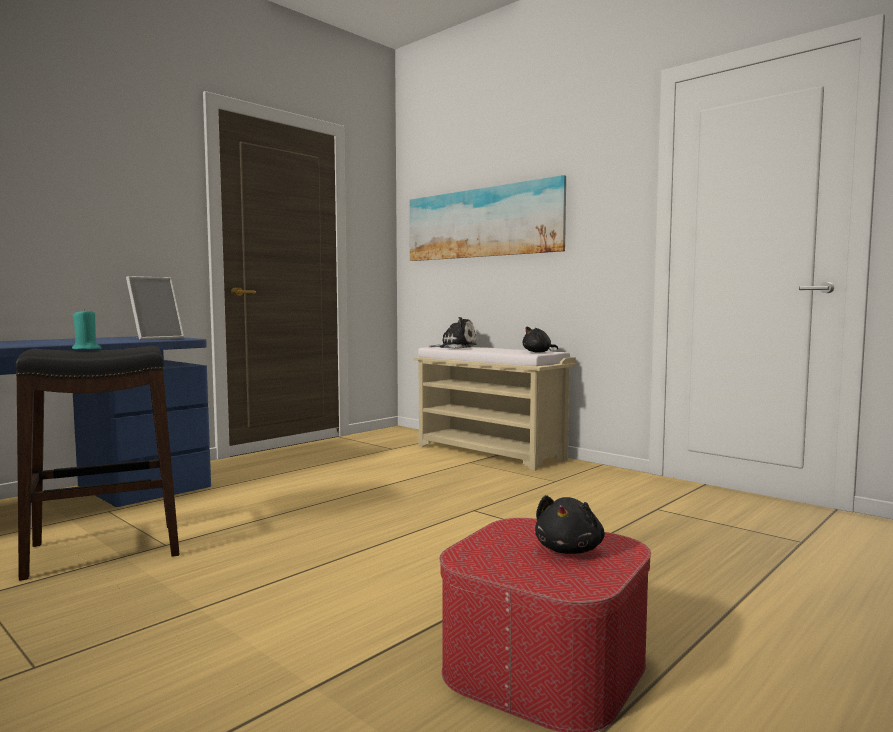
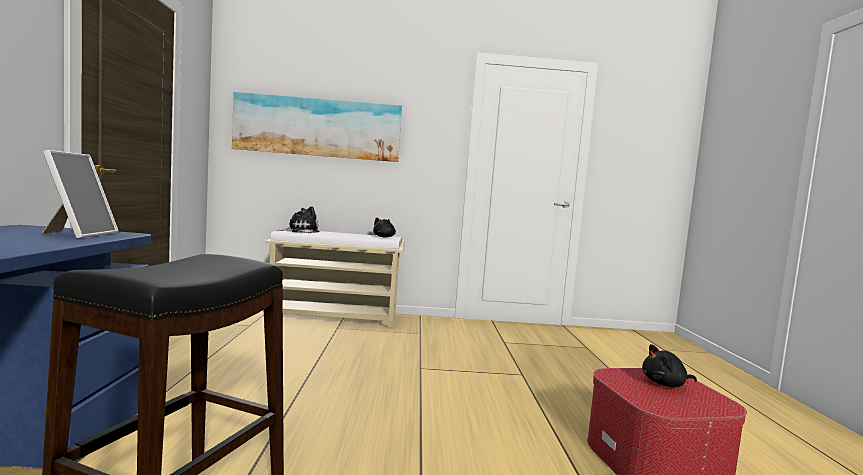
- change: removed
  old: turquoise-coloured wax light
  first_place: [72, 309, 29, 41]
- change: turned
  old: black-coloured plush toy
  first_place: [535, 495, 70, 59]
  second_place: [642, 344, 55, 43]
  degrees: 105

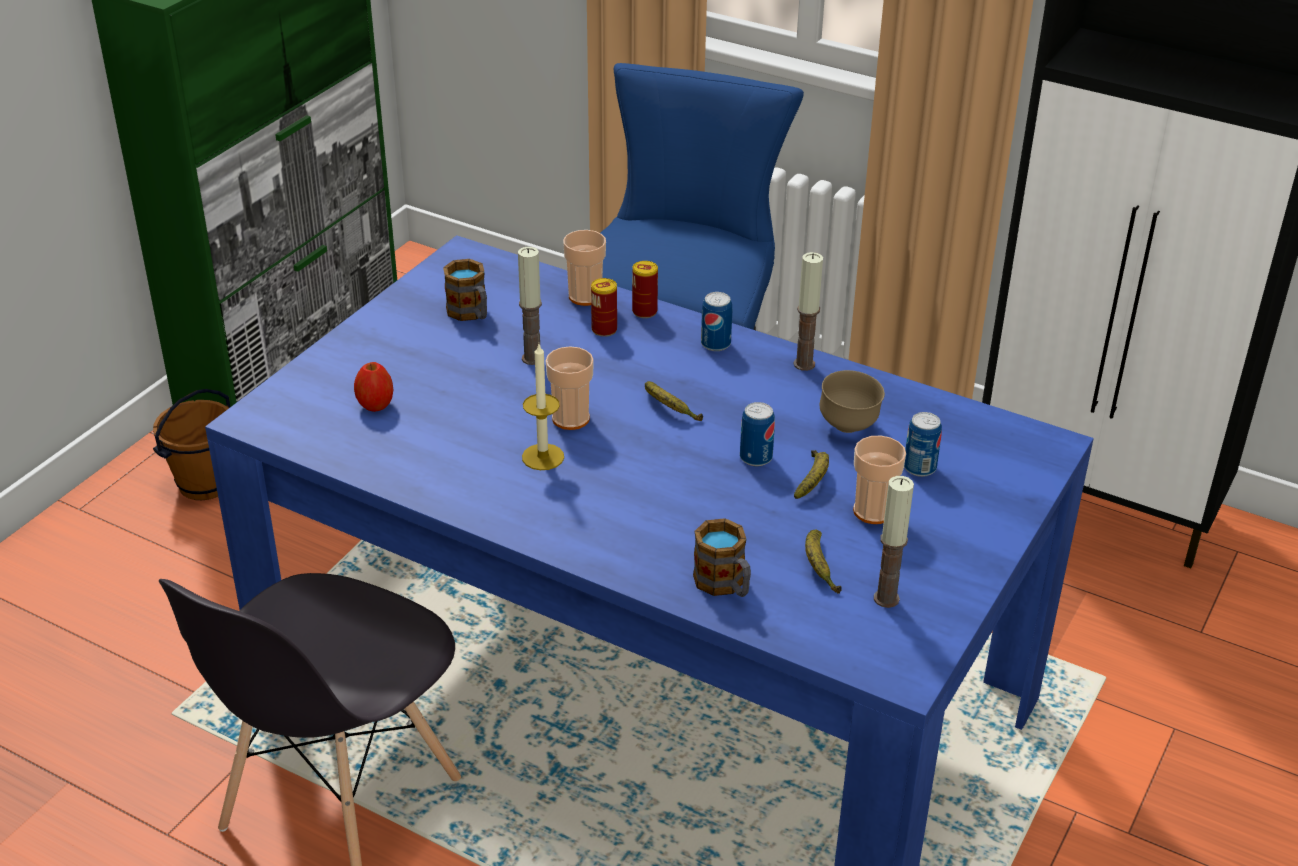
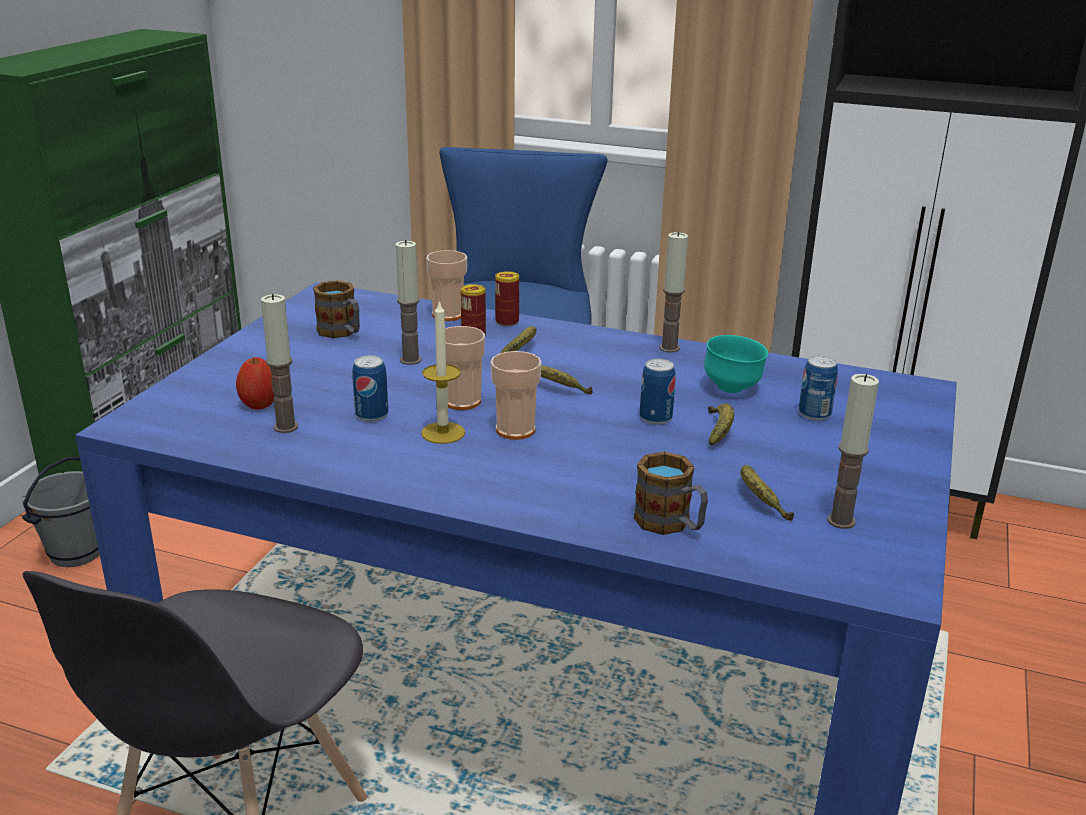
- change: added
  new: wax light
  second_place: [261, 294, 37, 139]
- change: added
  new: whole banana
  second_place: [501, 326, 36, 27]
- change: moved
  old: can
  first_place: [701, 292, 31, 59]
  second_place: [352, 355, 36, 67]
- change: moved
  old: cup
  first_place: [853, 436, 53, 88]
  second_place: [491, 351, 51, 89]
- change: recoloured
  old: brown bucket
  new: greyish bucket
  first_place: [153, 389, 77, 111]
  second_place: [22, 456, 78, 111]
- change: recoloured
  old: brown serving bowl
  new: turquoise-coloured serving bowl
  first_place: [820, 370, 65, 63]
  second_place: [704, 335, 64, 58]

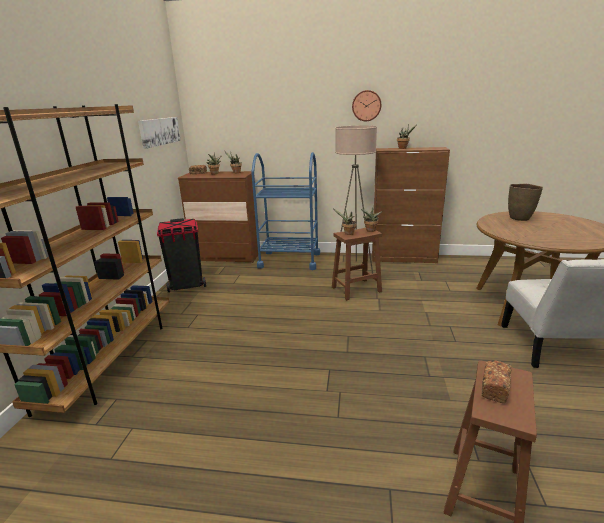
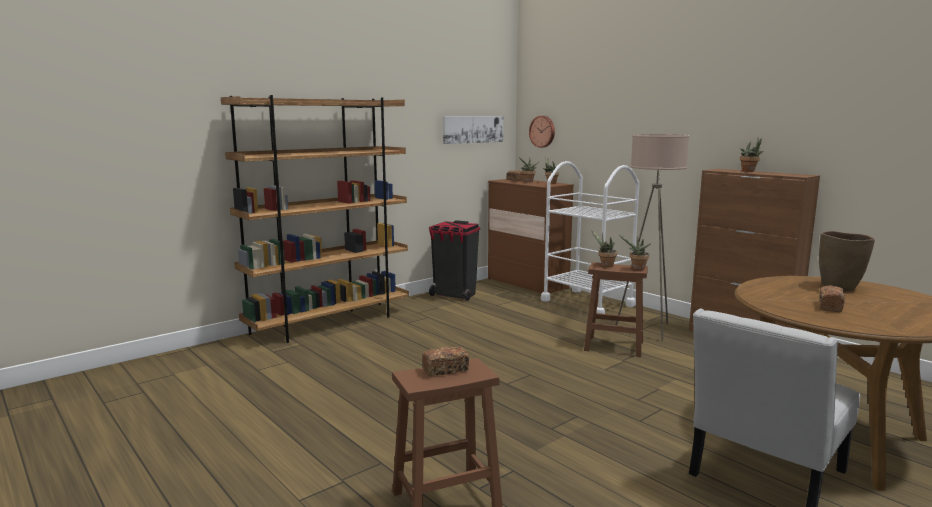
- change: added
  new: bakery bread
  second_place: [819, 285, 26, 27]
- change: moved
  old: clock on the wall
  first_place: [352, 90, 29, 31]
  second_place: [529, 116, 26, 32]
- change: recoloured
  old: blue cart
  new: white-coloured cart
  first_place: [251, 152, 69, 118]
  second_place: [541, 161, 99, 153]

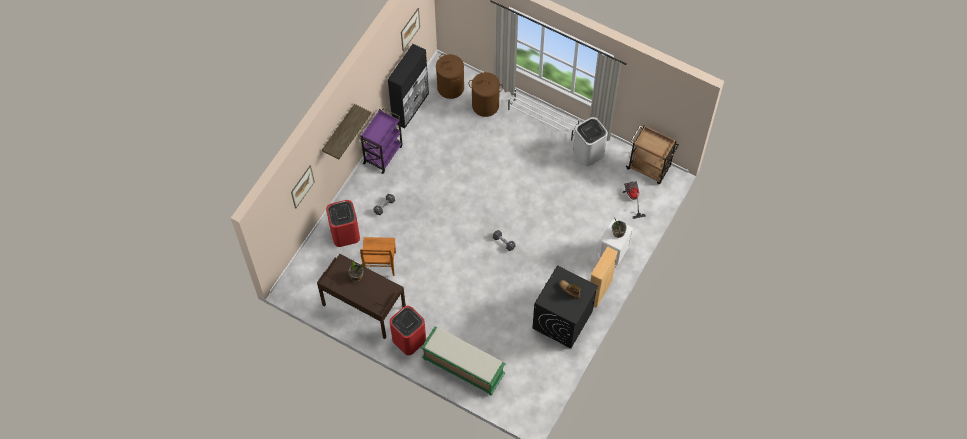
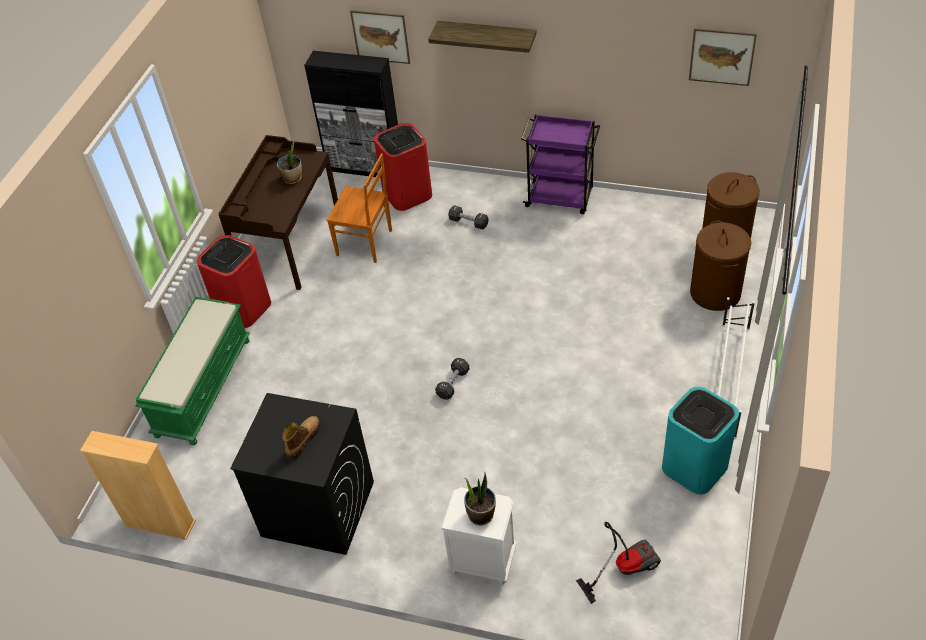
- change: removed
  old: brown cart
  first_place: [625, 125, 54, 59]
- change: moved
  old: black-coloured storage cabinet
  first_place: [388, 44, 41, 84]
  second_place: [304, 51, 94, 126]
- change: moved
  old: sand-coloured shelving unit
  first_place: [590, 246, 28, 62]
  second_place: [80, 431, 116, 109]
- change: recoloured
  old: white-coloured waste bin
  new: turquoise-coloured waste bin
  first_place: [573, 117, 35, 49]
  second_place: [662, 387, 77, 107]
- change: turned
  old: brown plain chair
  first_place: [360, 237, 36, 39]
  second_place: [327, 153, 65, 110]
  degrees: -150

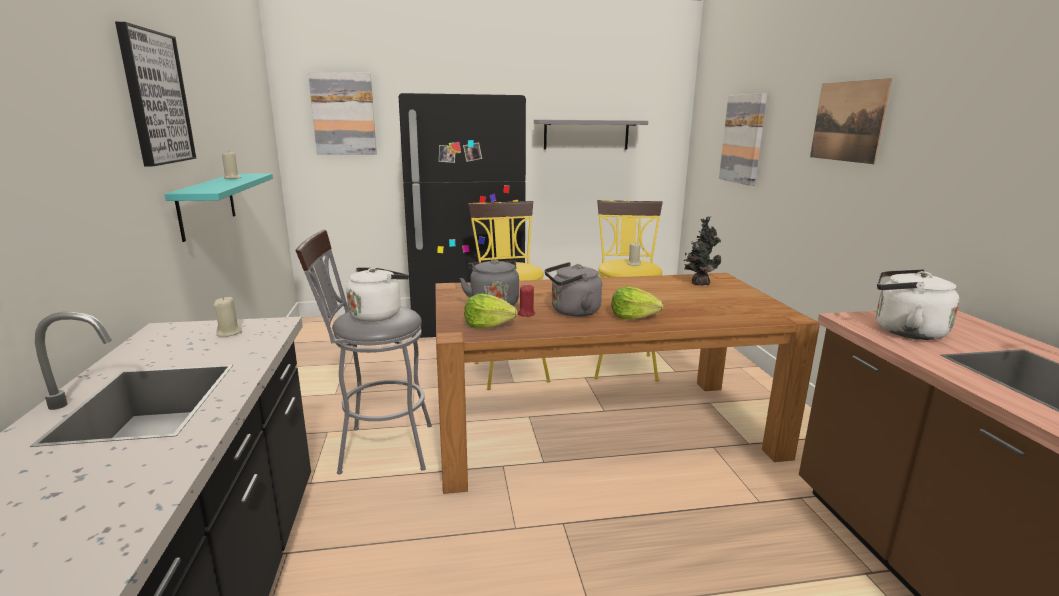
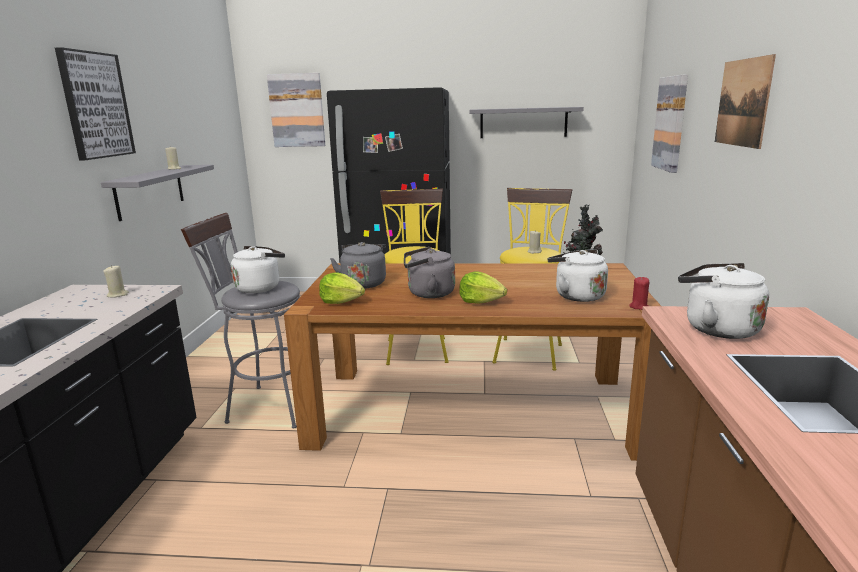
- change: added
  new: white-coloured water kettle
  second_place: [548, 249, 60, 53]
- change: moved
  old: reddish wax light
  first_place: [518, 285, 17, 32]
  second_place: [629, 277, 20, 33]
- change: recoloured
  old: turquoise-coloured wall shelf
  new: greyish wall shelf
  first_place: [165, 173, 108, 69]
  second_place: [101, 165, 113, 56]

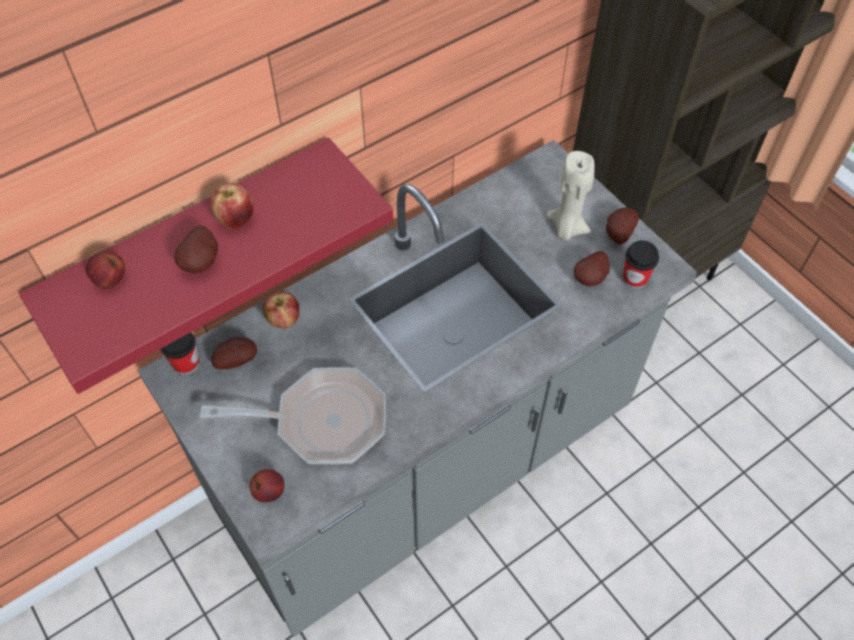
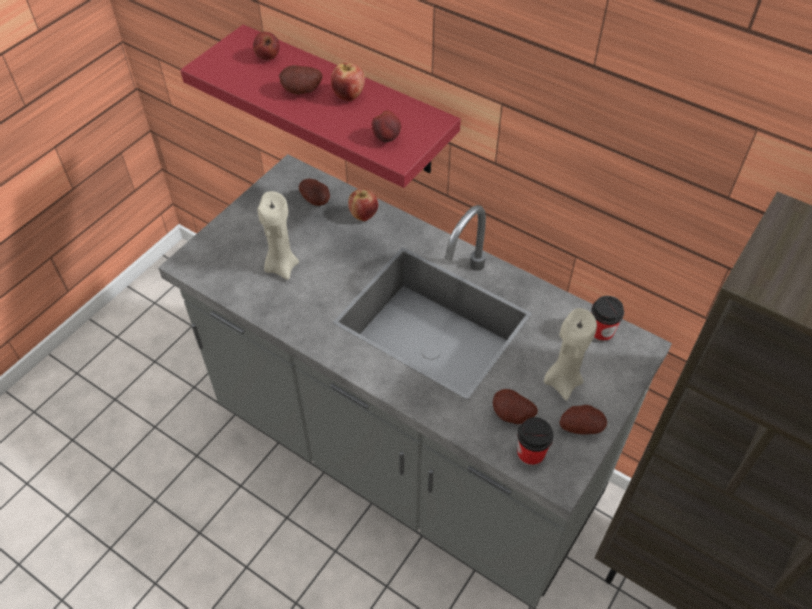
- change: moved
  old: cup
  first_place: [160, 332, 39, 43]
  second_place: [592, 296, 32, 47]
- change: moved
  old: apple fruit
  first_place: [250, 469, 35, 33]
  second_place: [372, 111, 29, 31]
- change: replaced
  old: frying pan
  new: sand-coloured wax light
  first_place: [200, 367, 186, 97]
  second_place: [257, 191, 42, 89]

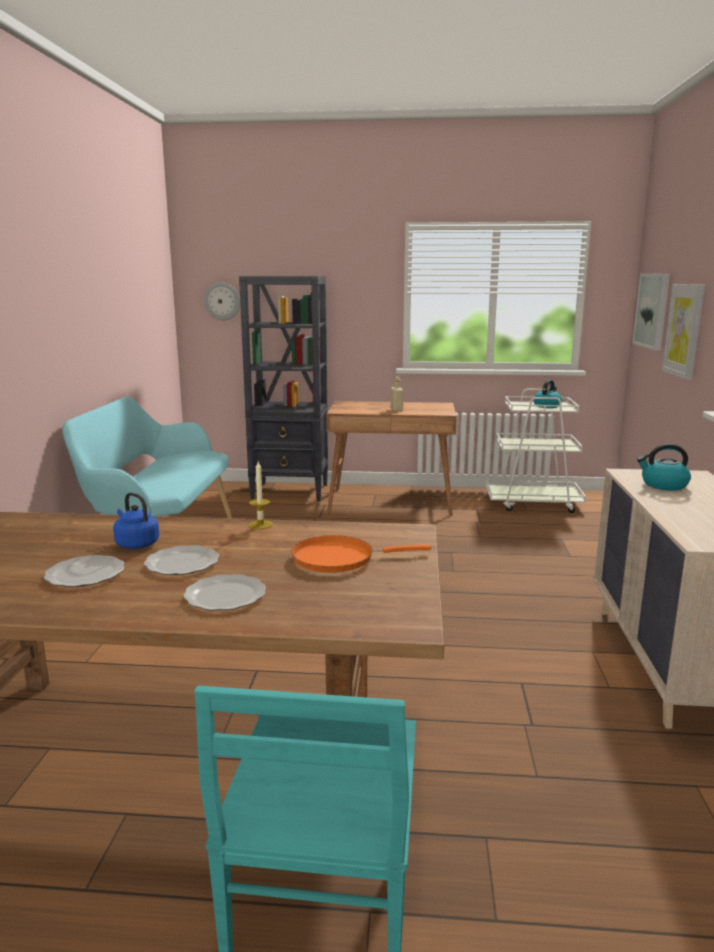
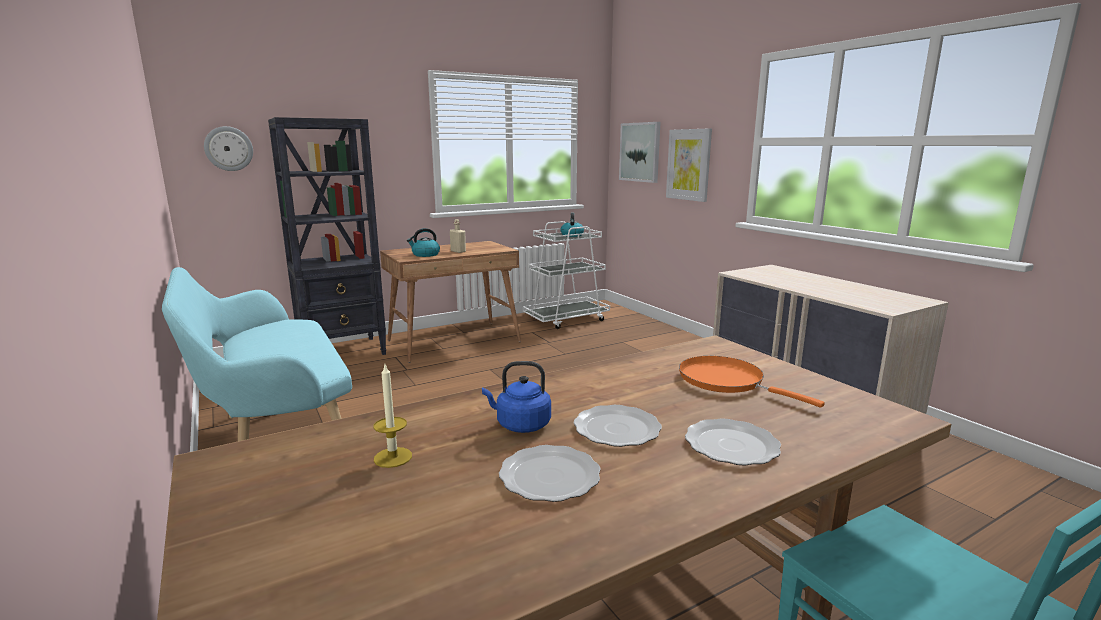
- change: moved
  old: wax light
  first_place: [248, 462, 25, 67]
  second_place: [373, 365, 39, 103]
- change: moved
  old: water kettle
  first_place: [637, 444, 54, 46]
  second_place: [407, 228, 33, 29]
- change: turned
  old: orangey frying pan
  first_place: [291, 535, 140, 38]
  second_place: [679, 356, 146, 52]
  degrees: 90

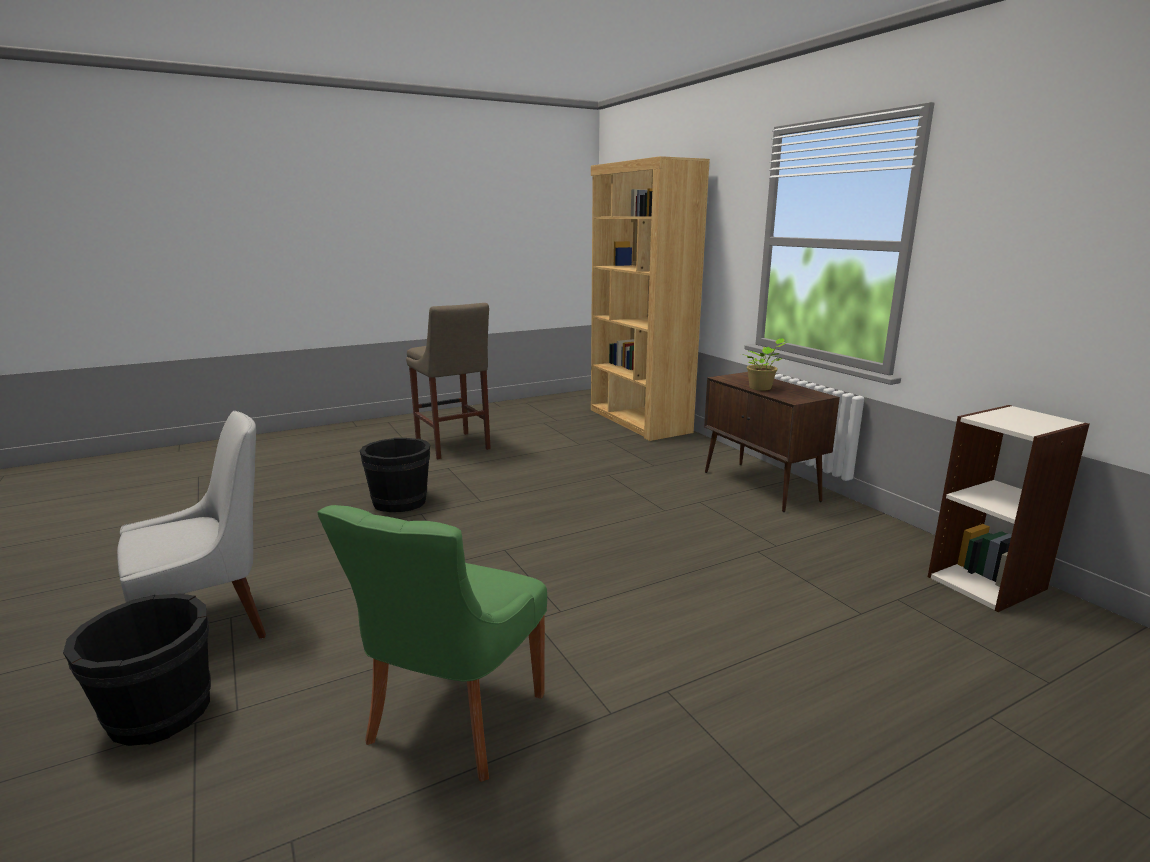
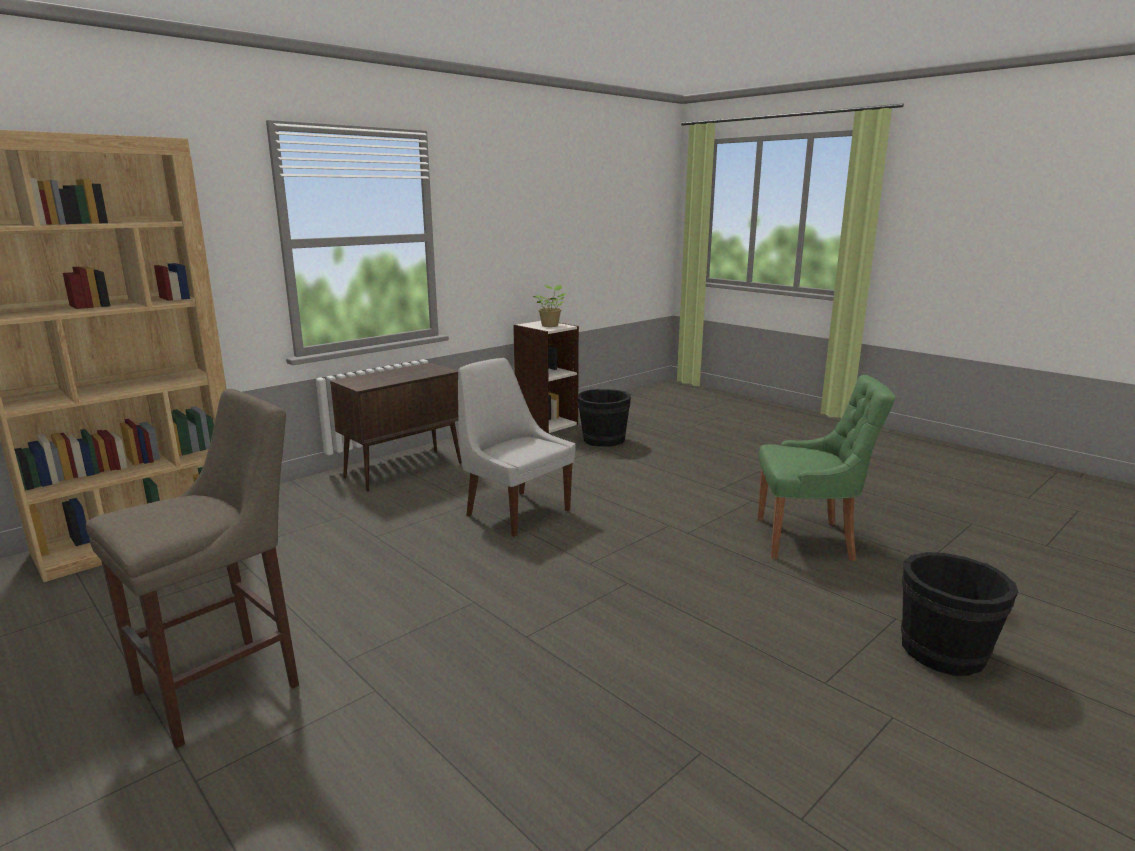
- change: moved
  old: white-coloured plain chair
  first_place: [117, 411, 149, 227]
  second_place: [458, 358, 118, 179]
- change: moved
  old: black-coloured bucket
  first_place: [360, 438, 70, 74]
  second_place: [577, 389, 54, 58]
- change: moved
  old: houseplant
  first_place: [741, 338, 47, 53]
  second_place: [533, 285, 34, 42]

